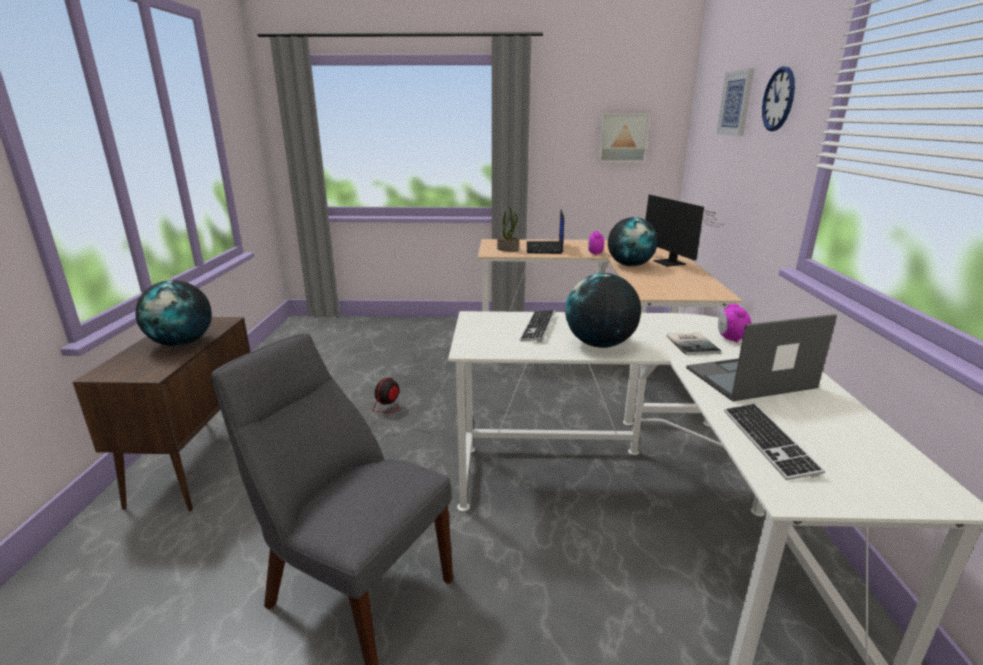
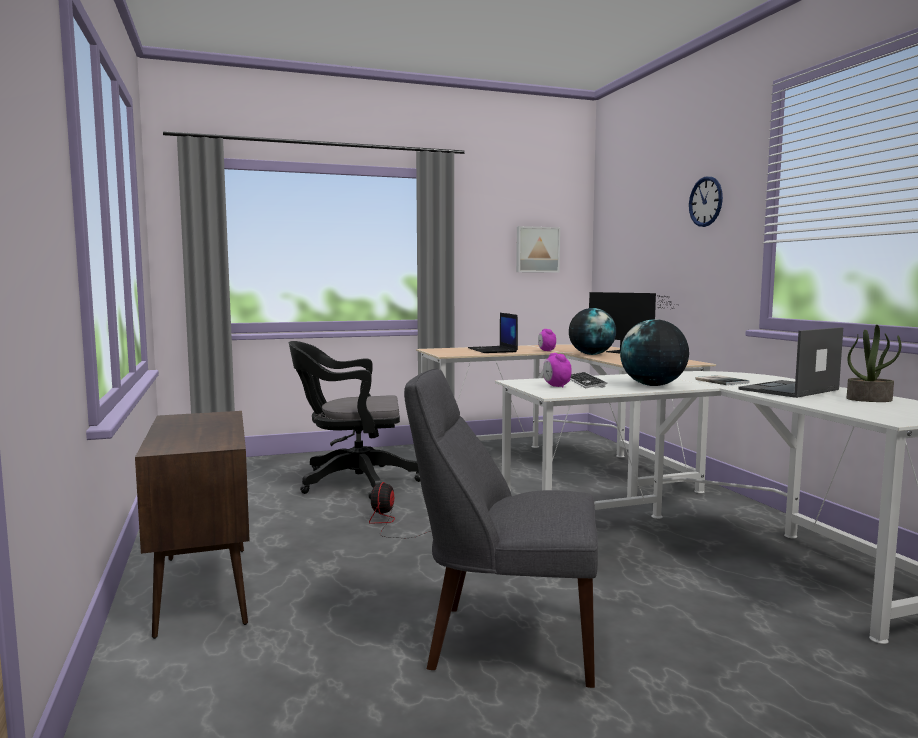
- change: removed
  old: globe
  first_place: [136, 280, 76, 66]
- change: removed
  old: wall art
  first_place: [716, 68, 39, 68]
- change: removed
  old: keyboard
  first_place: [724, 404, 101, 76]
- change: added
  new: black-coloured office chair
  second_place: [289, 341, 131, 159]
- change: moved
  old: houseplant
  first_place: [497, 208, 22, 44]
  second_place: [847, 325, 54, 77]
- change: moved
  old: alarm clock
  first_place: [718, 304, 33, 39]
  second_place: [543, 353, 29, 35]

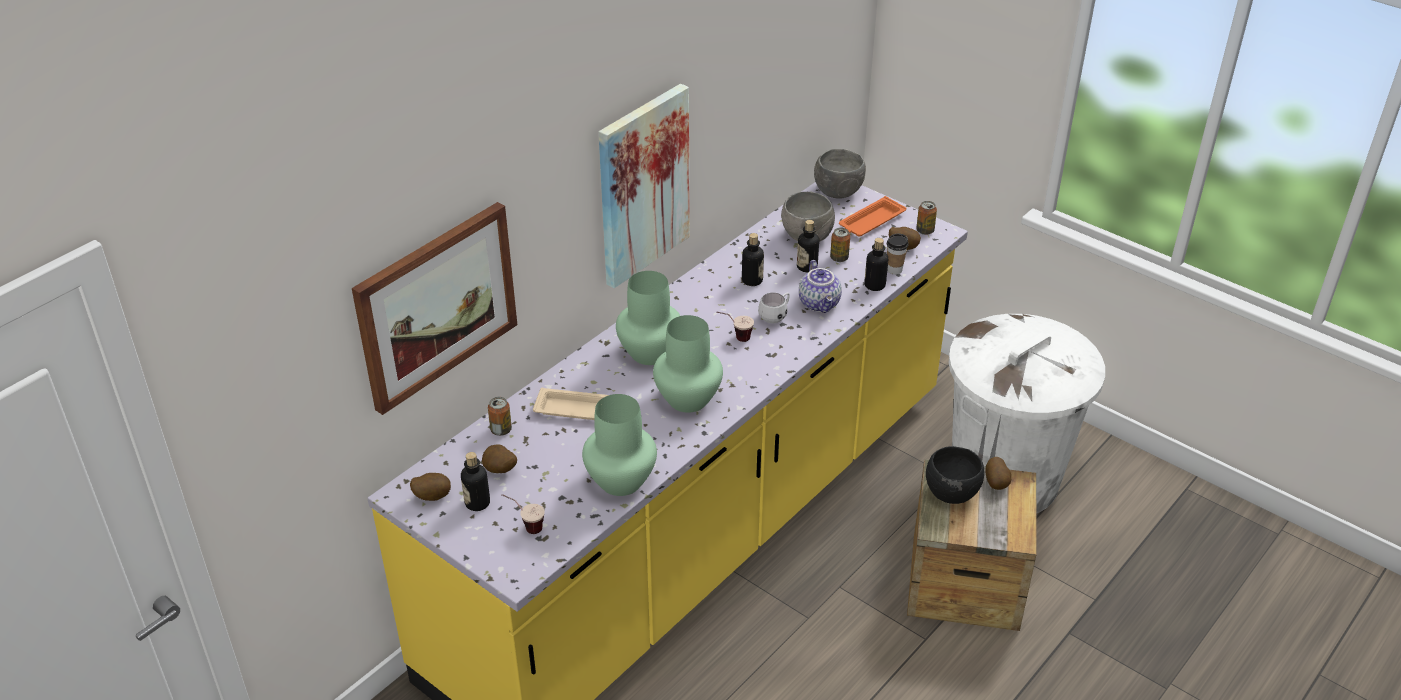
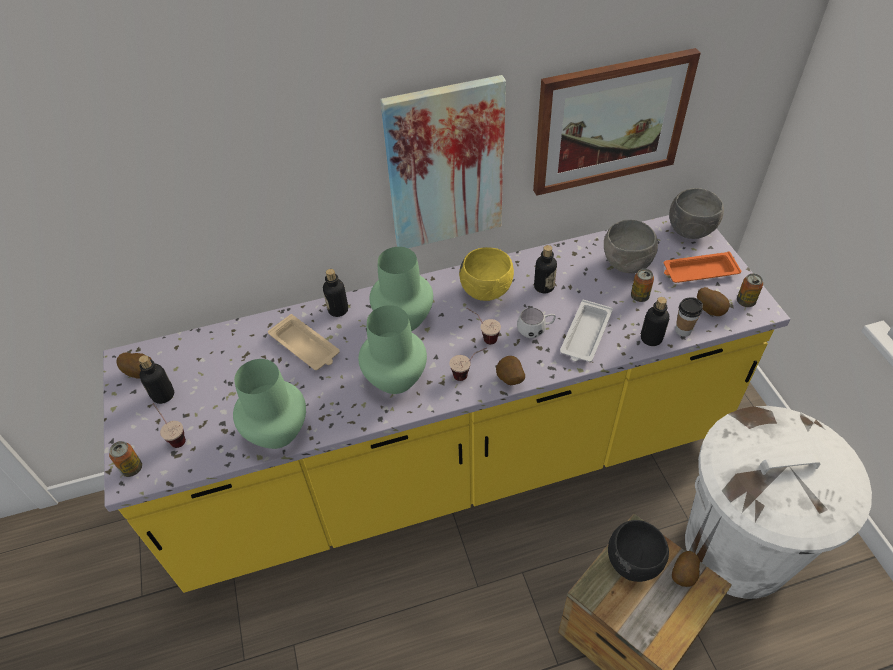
- change: added
  new: cup
  second_place: [450, 348, 37, 33]
- change: added
  new: yellow serving bowl
  second_place: [459, 247, 55, 54]
- change: moved
  old: wall art
  first_place: [352, 202, 165, 213]
  second_place: [533, 48, 168, 148]
- change: moved
  old: potato
  first_place: [482, 445, 35, 28]
  second_place: [496, 356, 29, 29]
- change: moved
  old: can
  first_place: [488, 397, 24, 39]
  second_place: [109, 441, 33, 36]
- change: moved
  old: bottle
  first_place: [797, 220, 22, 52]
  second_place: [323, 269, 25, 48]
- change: replaced
  old: tea pot
  new: white-coloured carrying tray
  first_place: [799, 260, 43, 53]
  second_place: [560, 300, 53, 62]

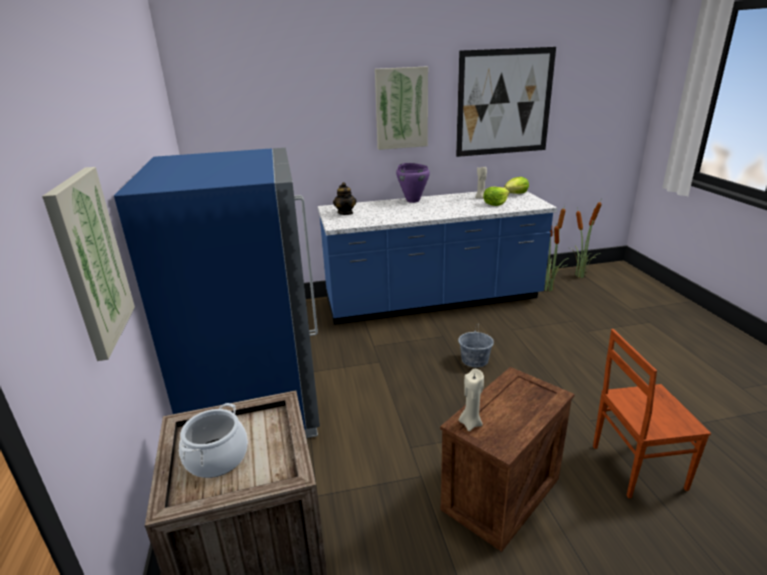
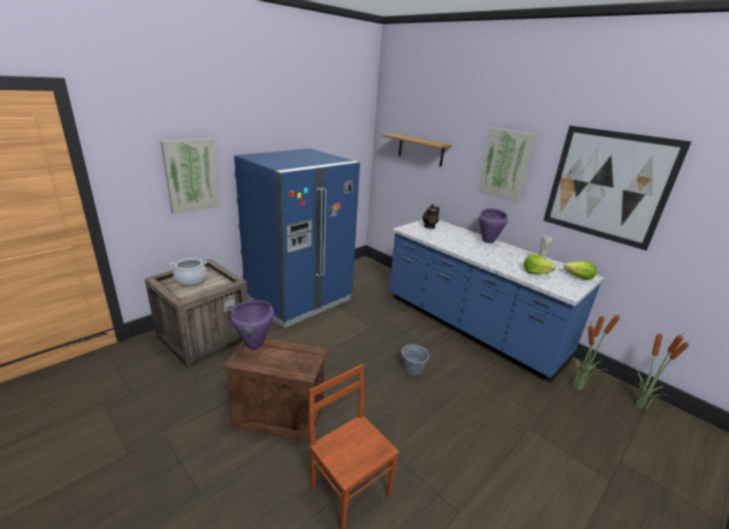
- change: added
  new: wall shelf
  second_place: [382, 133, 70, 33]
- change: replaced
  old: sand-coloured wax light
  new: purple-coloured saucepot
  first_place: [459, 369, 25, 62]
  second_place: [230, 300, 44, 49]

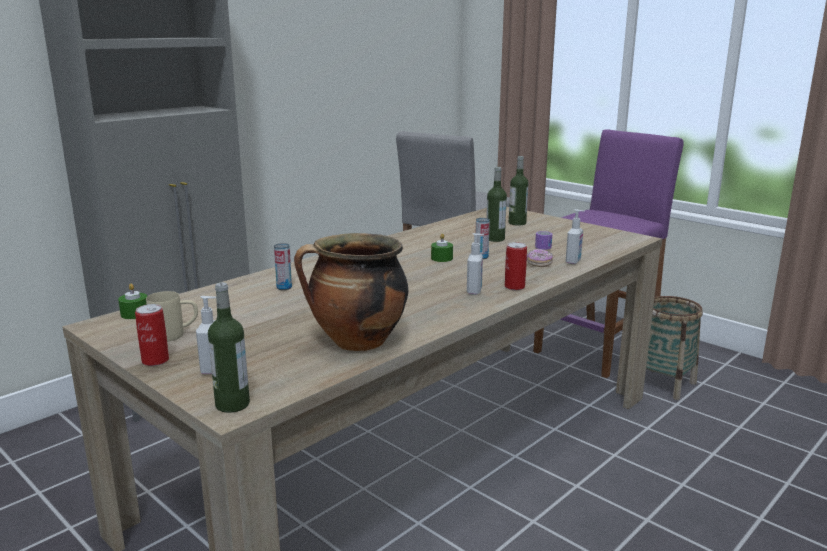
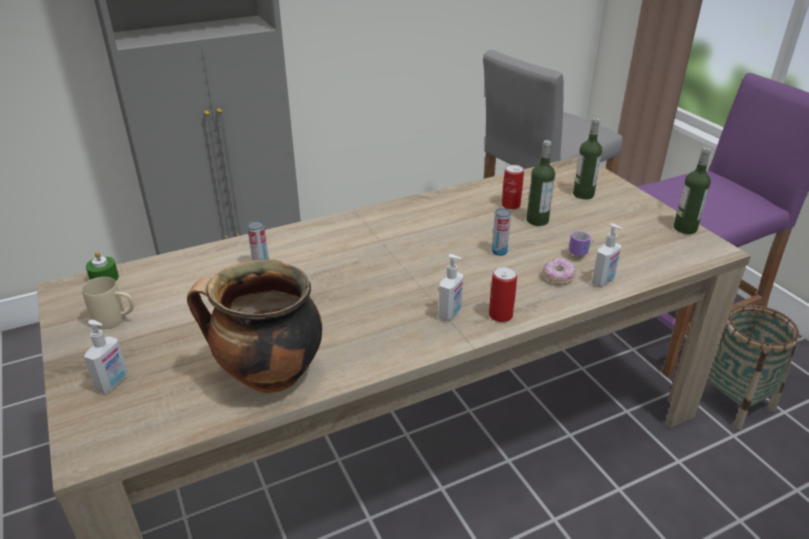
- change: removed
  old: green-coloured wax light
  first_place: [431, 233, 22, 29]
- change: moved
  old: can
  first_place: [135, 304, 34, 62]
  second_place: [502, 165, 22, 45]
- change: moved
  old: bottle
  first_place: [208, 282, 42, 131]
  second_place: [674, 147, 37, 87]

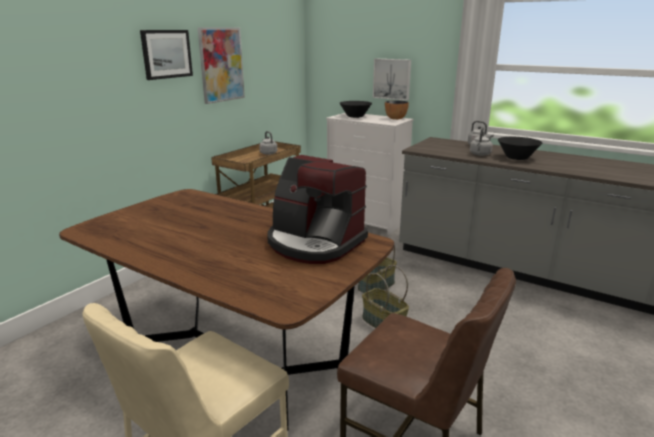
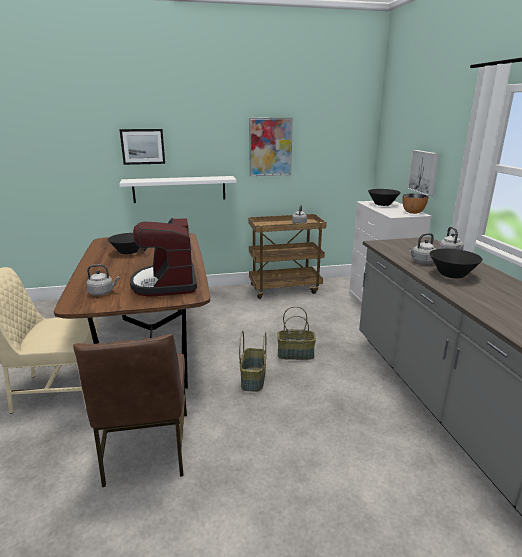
- change: added
  new: greyish water kettle
  second_place: [86, 264, 33, 32]
- change: added
  new: black-coloured serving bowl
  second_place: [108, 233, 32, 21]
- change: added
  new: white-coloured wall shelf
  second_place: [119, 176, 118, 27]
- change: moved
  old: wall art
  first_place: [140, 30, 53, 50]
  second_place: [119, 129, 46, 36]

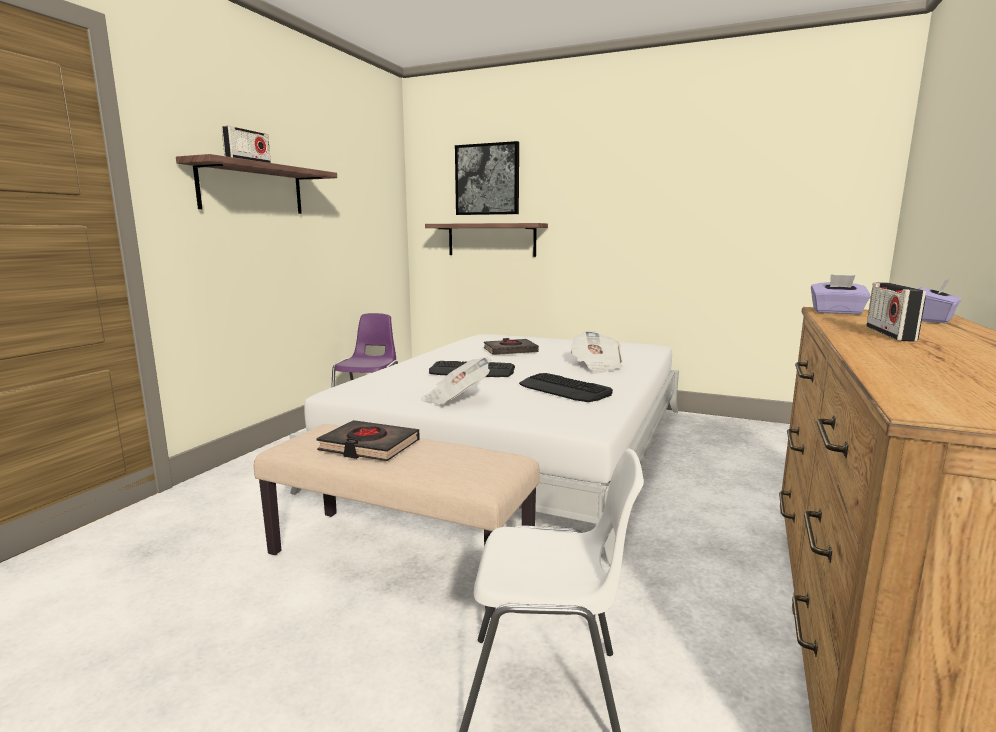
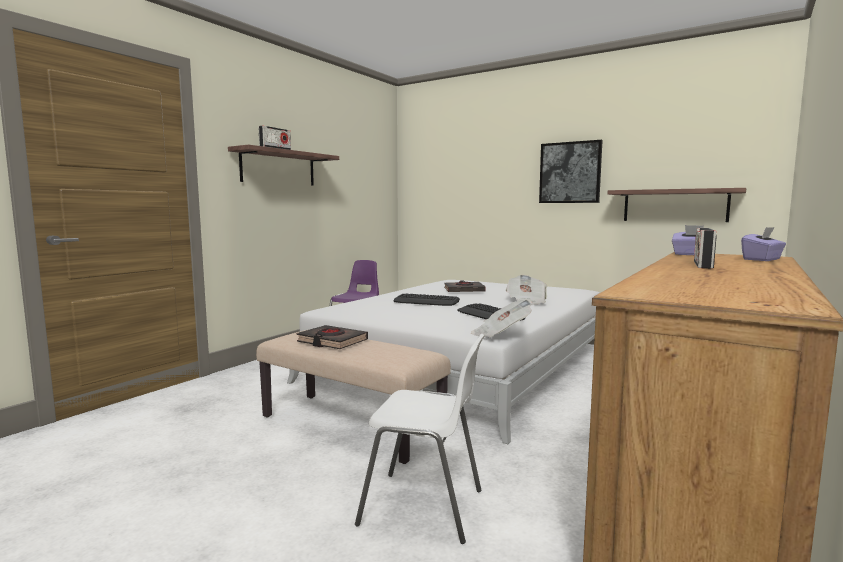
- change: moved
  old: daily paper
  first_place: [421, 357, 70, 48]
  second_place: [471, 300, 62, 37]
- change: moved
  old: wall shelf
  first_place: [425, 223, 123, 34]
  second_place: [608, 188, 138, 34]
- change: moved
  old: wall art
  first_place: [455, 141, 64, 74]
  second_place: [539, 140, 64, 63]

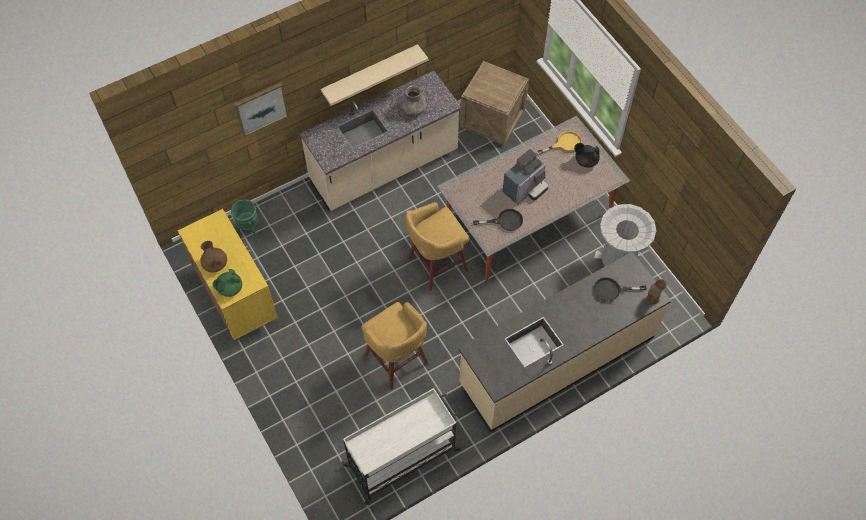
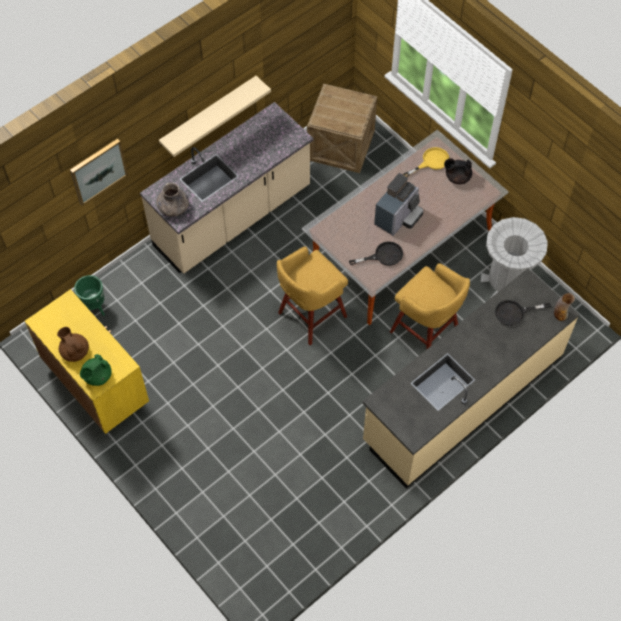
- change: removed
  old: white-coloured cart
  first_place: [341, 388, 119, 117]
- change: moved
  old: yellow stool seat
  first_place: [361, 302, 68, 88]
  second_place: [390, 263, 80, 87]
- change: moved
  old: greyish vase
  first_place: [399, 85, 28, 31]
  second_place: [156, 182, 33, 35]

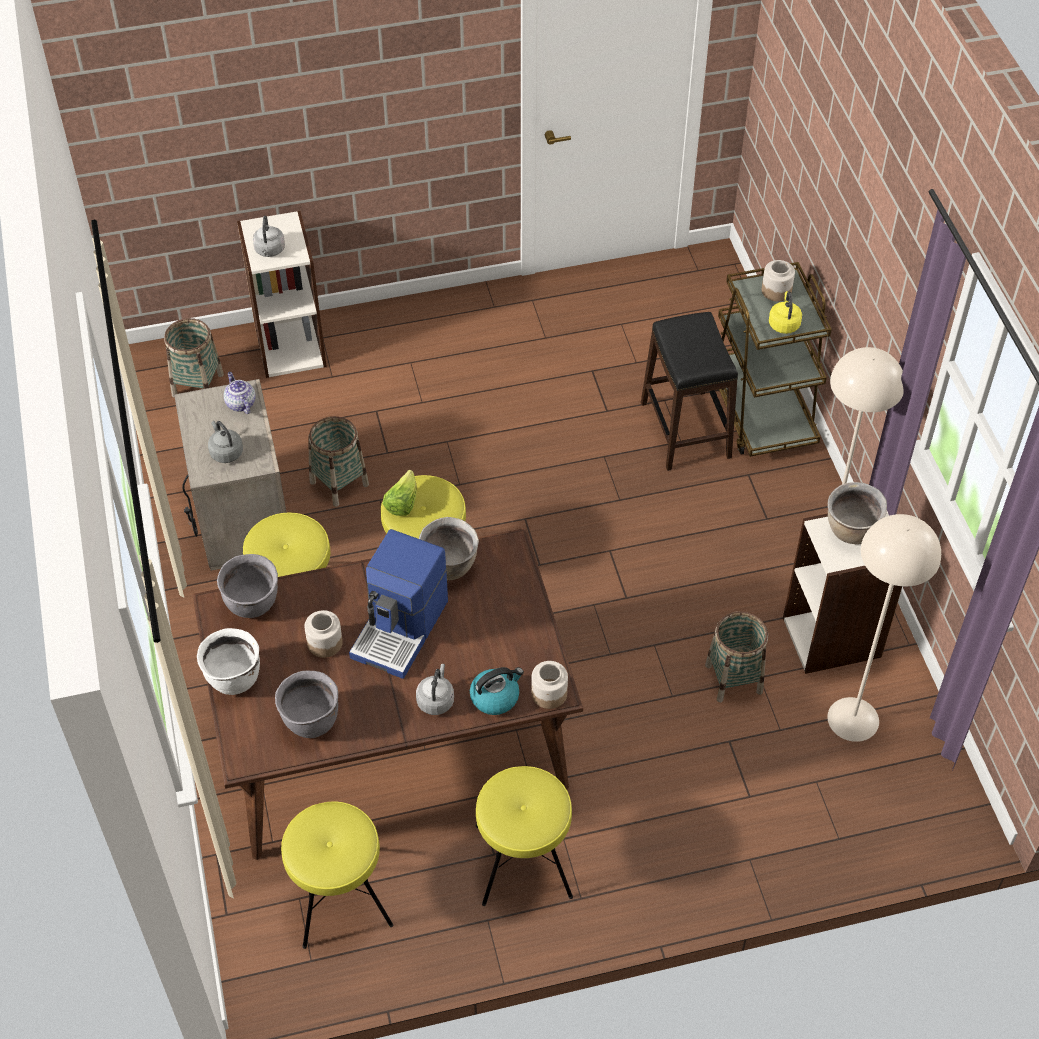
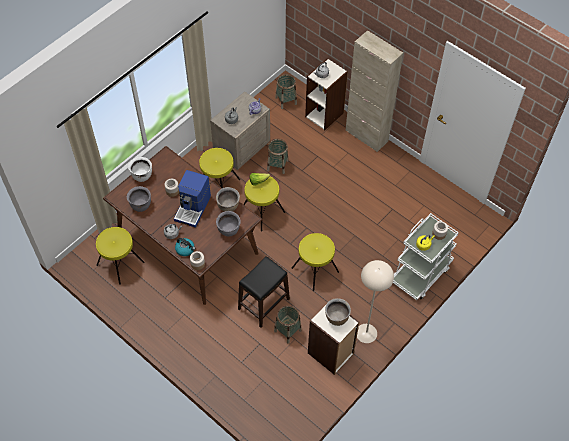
- change: removed
  old: sand-coloured standard lamp
  first_place: [827, 514, 114, 228]
- change: added
  new: sand-coloured storage cabinet
  second_place: [345, 30, 58, 122]
- change: moved
  old: greyish saucepot
  first_place: [217, 554, 61, 64]
  second_place: [216, 211, 25, 26]
- change: moved
  old: yellow stool seat
  first_place: [476, 766, 97, 140]
  second_place: [292, 233, 47, 58]
- change: moved
  old: black-coloured stool seat
  first_place: [641, 312, 97, 159]
  second_place: [238, 256, 52, 72]
- change: recoloured
  old: brown cart
  new: white-coloured cart
  first_place: [718, 262, 114, 195]
  second_place: [393, 213, 66, 87]
- change: turned
  old: coffee maker
  first_place: [349, 529, 99, 150]
  second_place: [174, 170, 37, 58]
  degrees: -60

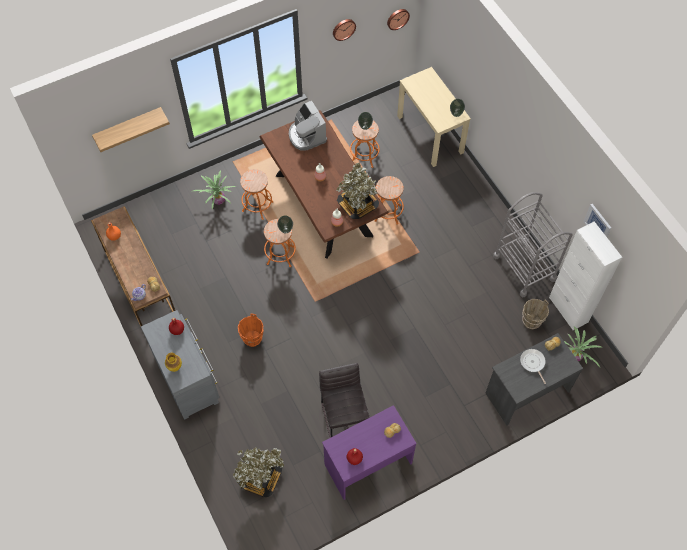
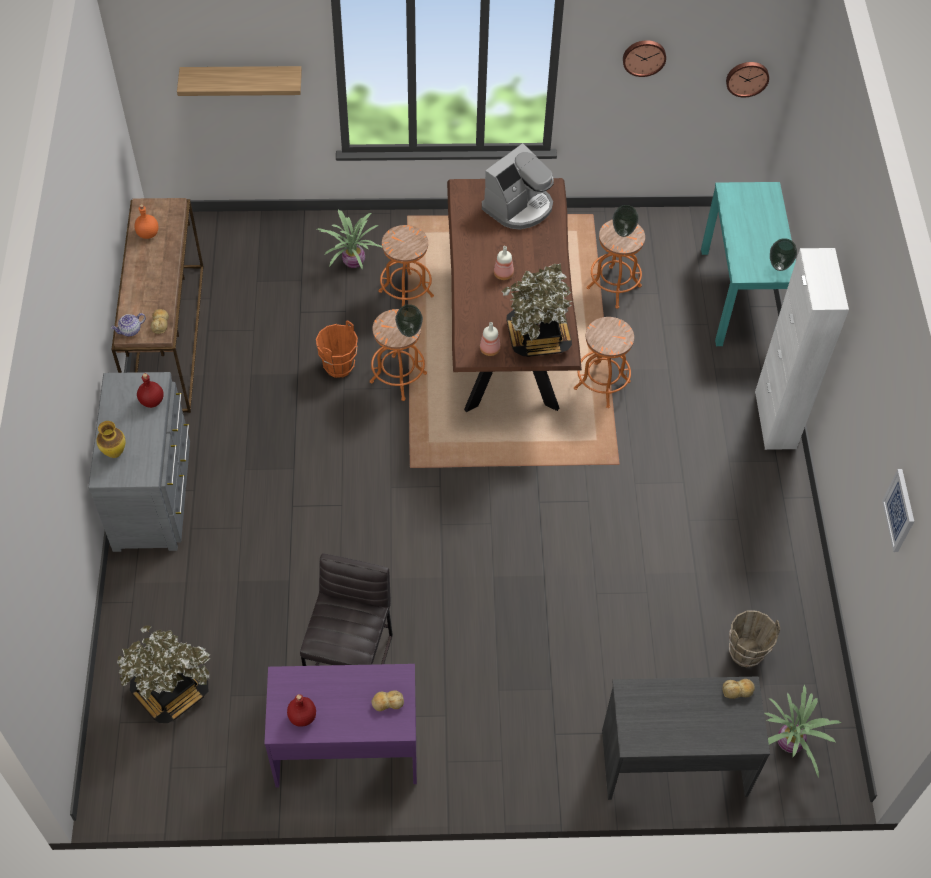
- change: removed
  old: greyish cart
  first_place: [493, 192, 80, 105]
- change: removed
  old: frying pan
  first_place: [520, 349, 26, 35]
- change: moved
  old: orangey bucket
  first_place: [238, 313, 26, 34]
  second_place: [316, 320, 42, 58]
- change: moved
  old: white-coloured storage cabinet
  first_place: [549, 221, 73, 109]
  second_place: [755, 248, 94, 202]
- change: recoloured
  old: sand-coloured console table
  new: turquoise-coloured console table
  first_place: [397, 67, 74, 100]
  second_place: [701, 182, 95, 164]
- change: turned
  old: coffee maker
  first_place: [289, 101, 38, 50]
  second_place: [482, 143, 72, 87]
  degrees: -135

